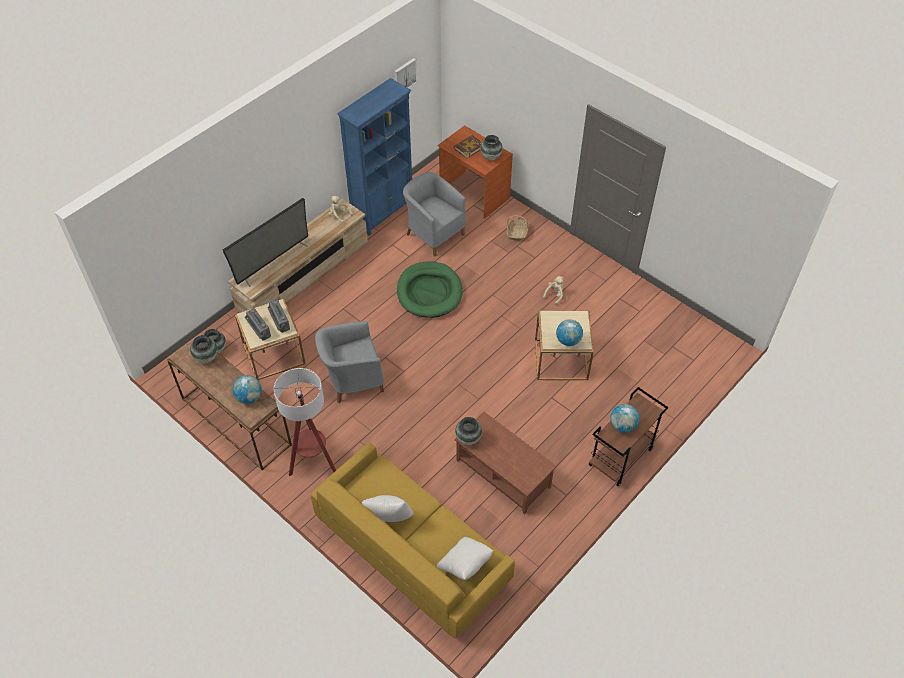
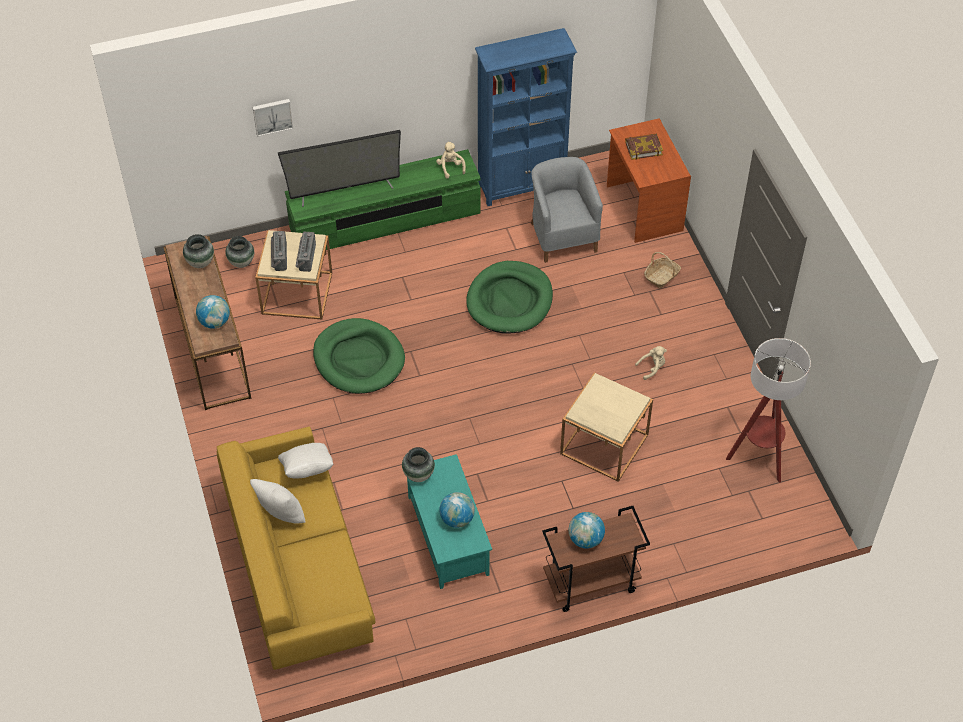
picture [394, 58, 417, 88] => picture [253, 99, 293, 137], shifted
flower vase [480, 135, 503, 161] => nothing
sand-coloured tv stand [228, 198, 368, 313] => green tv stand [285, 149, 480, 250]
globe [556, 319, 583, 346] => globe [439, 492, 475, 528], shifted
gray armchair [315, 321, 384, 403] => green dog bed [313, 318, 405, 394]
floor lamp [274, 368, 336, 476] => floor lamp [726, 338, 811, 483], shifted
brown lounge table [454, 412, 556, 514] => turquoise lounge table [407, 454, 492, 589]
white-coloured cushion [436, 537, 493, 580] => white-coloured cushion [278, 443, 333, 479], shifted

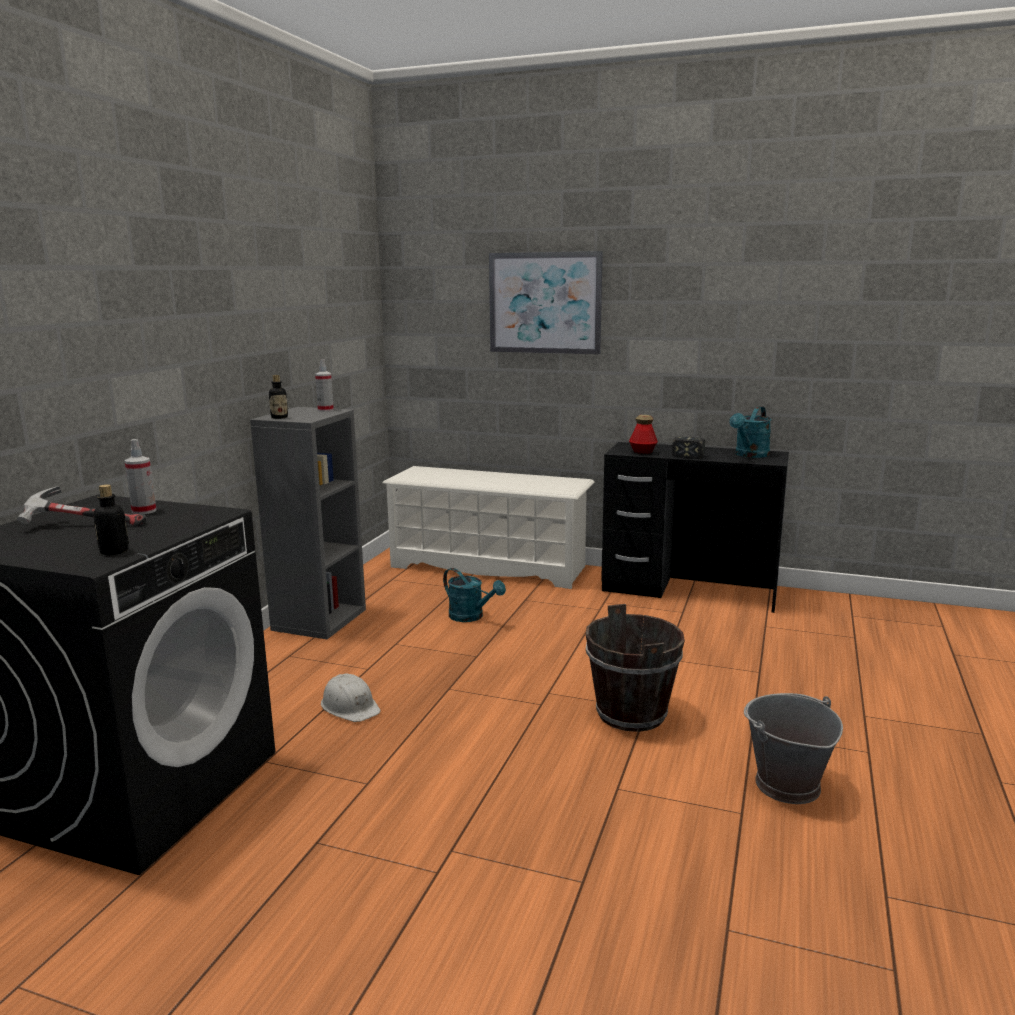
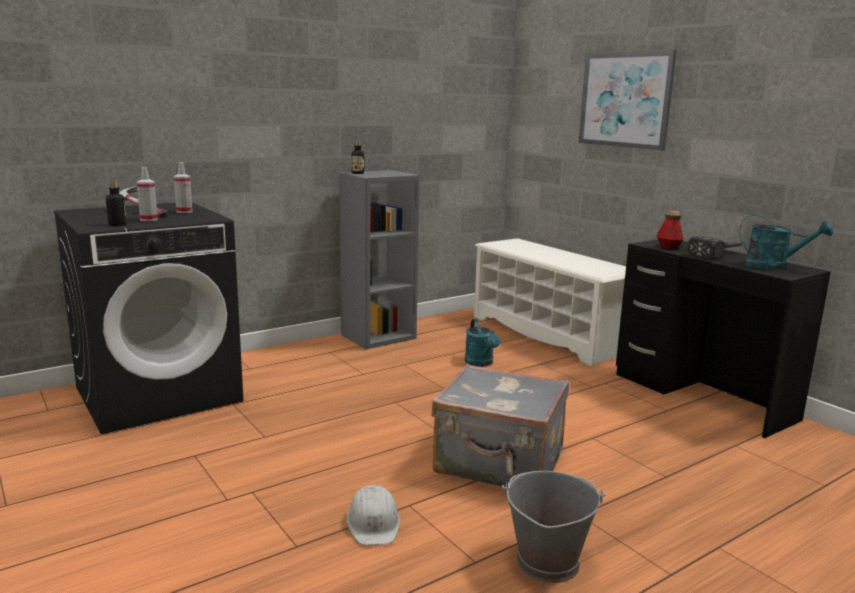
sprayer [315, 359, 334, 412] => sprayer [137, 167, 158, 221], shifted
turquoise sprinkling can [730, 406, 771, 458] => turquoise sprinkling can [739, 215, 833, 270], 135 degrees counterclockwise
brown pail [586, 604, 685, 732] => gray piece of luggage [431, 364, 569, 487]
white-coloured work helmet [321, 674, 381, 722] => white-coloured work helmet [346, 485, 400, 545], shifted

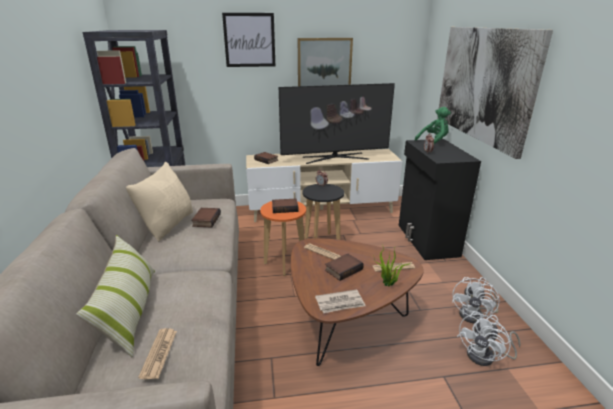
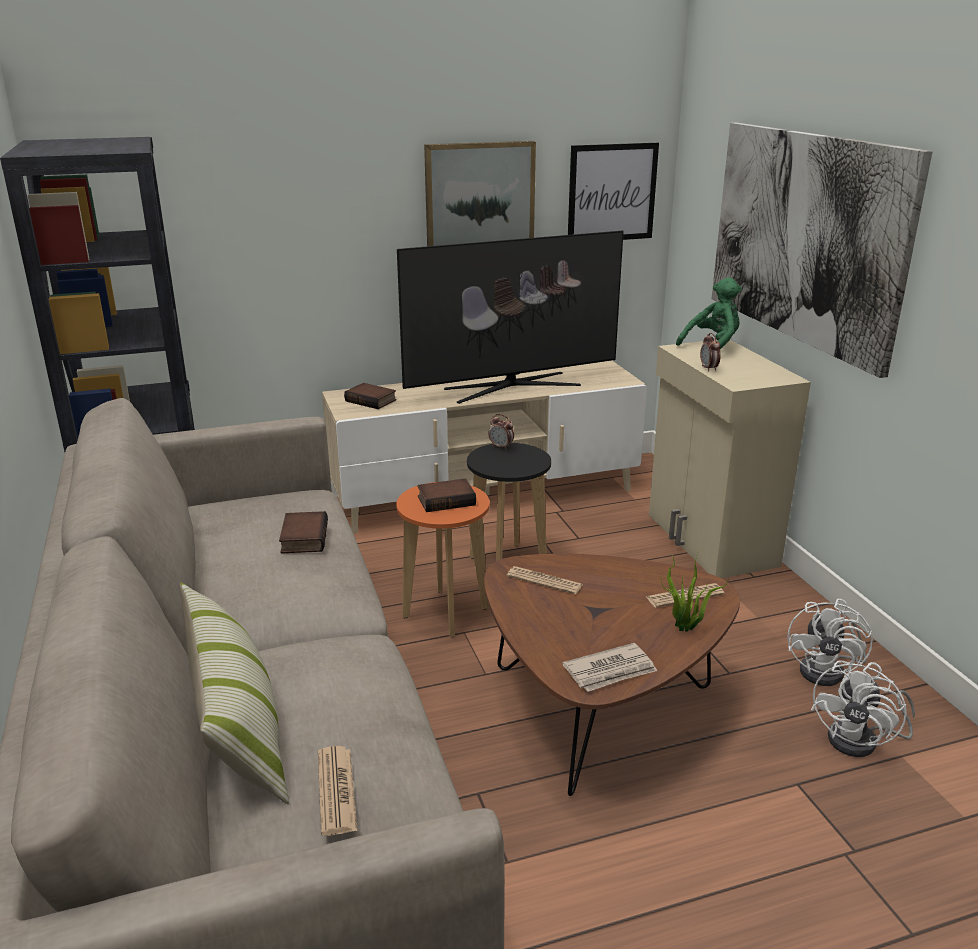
picture [222, 13, 275, 67] => picture [568, 143, 659, 240], shifted
black-coloured cabinet [399, 139, 481, 260] => sand-coloured cabinet [649, 340, 811, 578]
sand-coloured cushion [126, 162, 193, 241] => nothing
volume [325, 253, 364, 281] => nothing

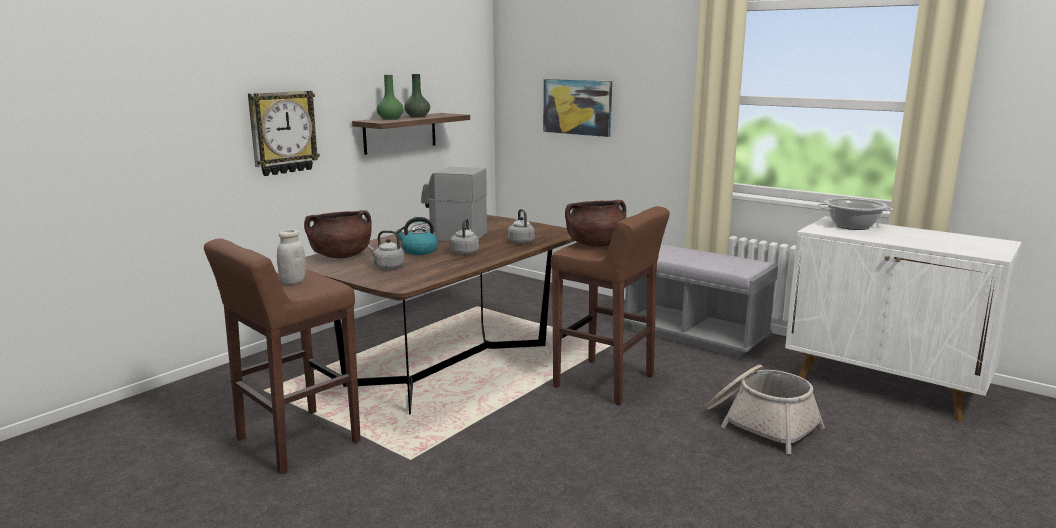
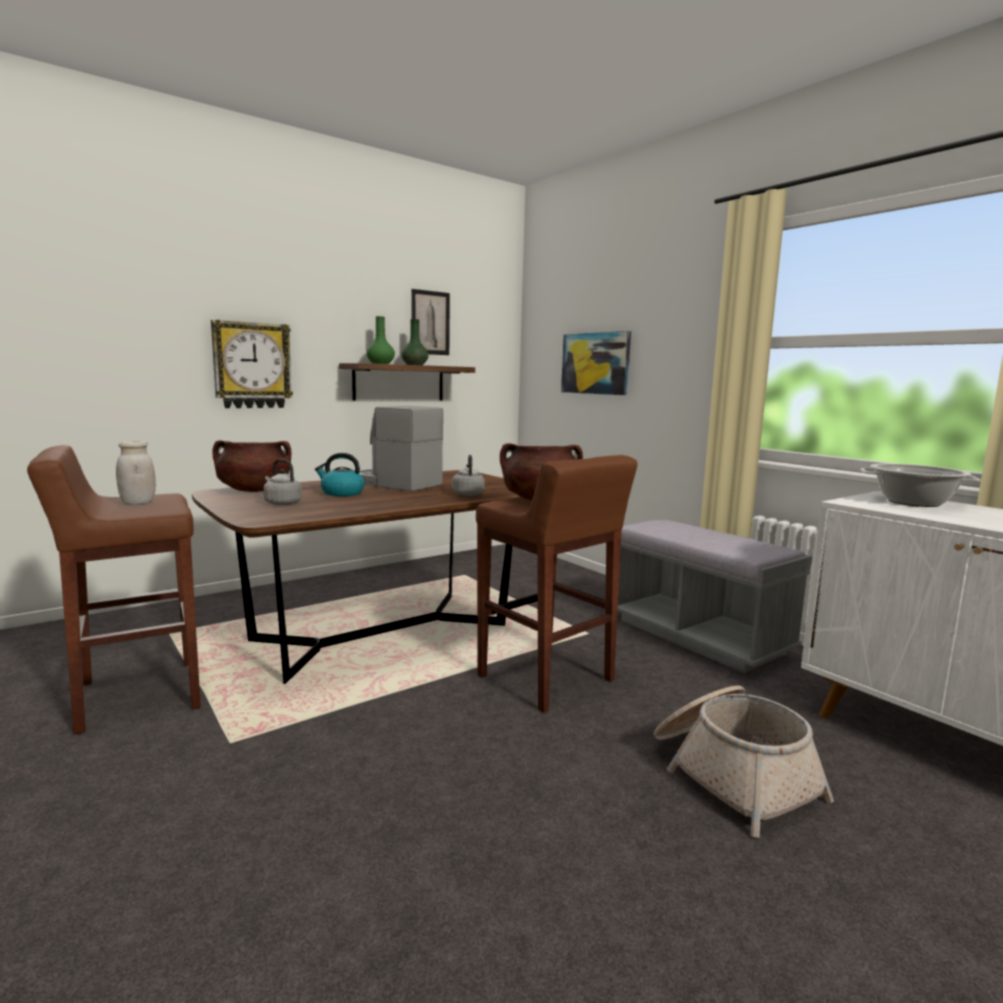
gray water kettle [450, 218, 479, 255] => nothing
nothing => picture [411, 289, 450, 355]

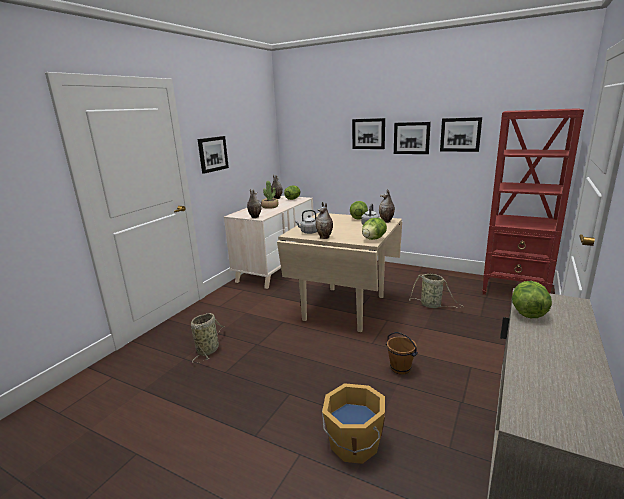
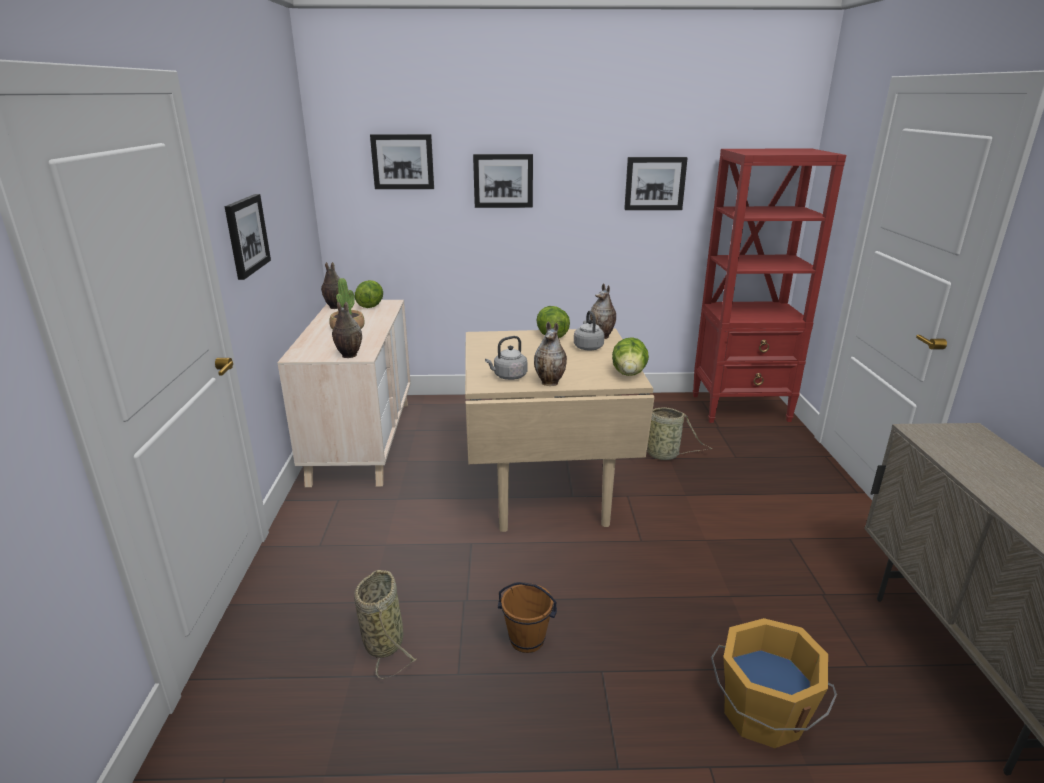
picture [394, 122, 431, 154] => picture [370, 134, 434, 189], shifted
lettuce head [512, 281, 552, 318] => nothing
brown pail [386, 332, 418, 375] => brown pail [498, 582, 557, 653], shifted

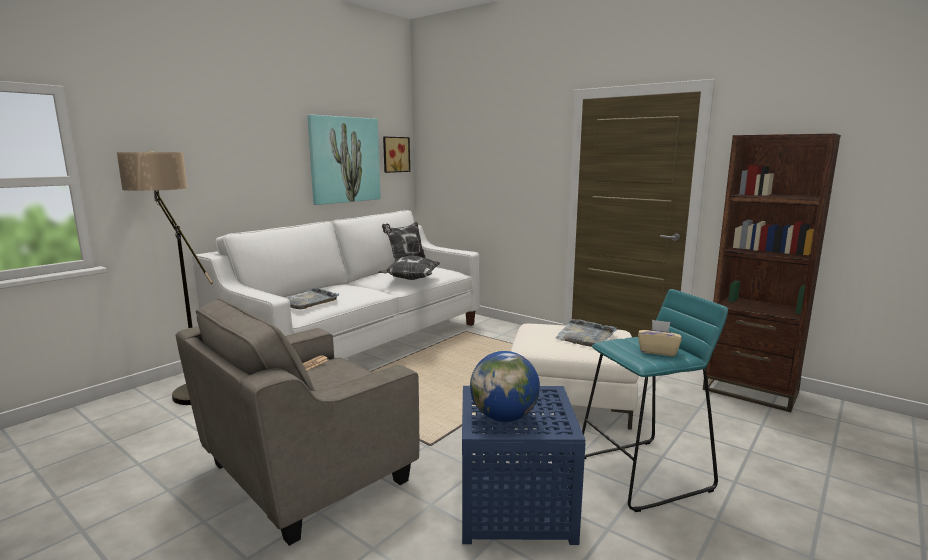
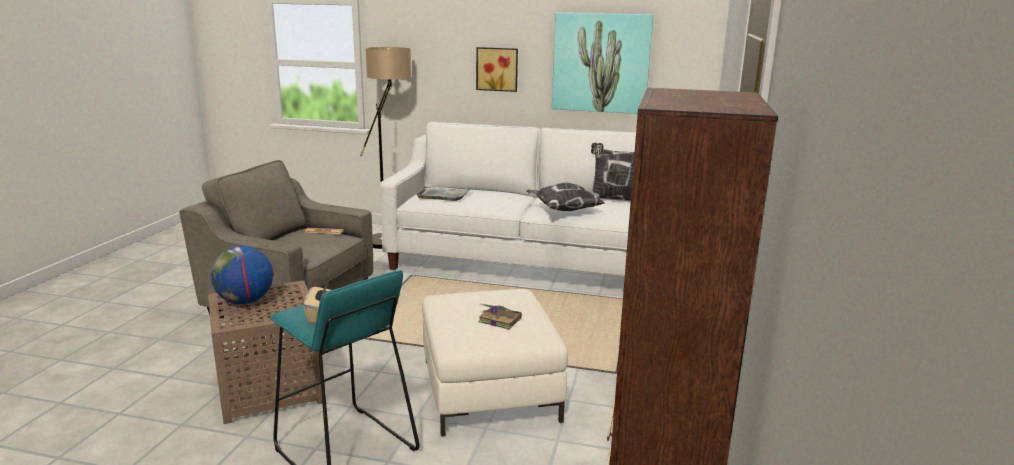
picture [383, 137, 410, 173] => picture [476, 47, 518, 92], shifted
gray serving tray [555, 319, 618, 347] => volume [478, 304, 522, 330]
blue-coloured side table [462, 386, 586, 545] => brown side table [208, 280, 326, 424]

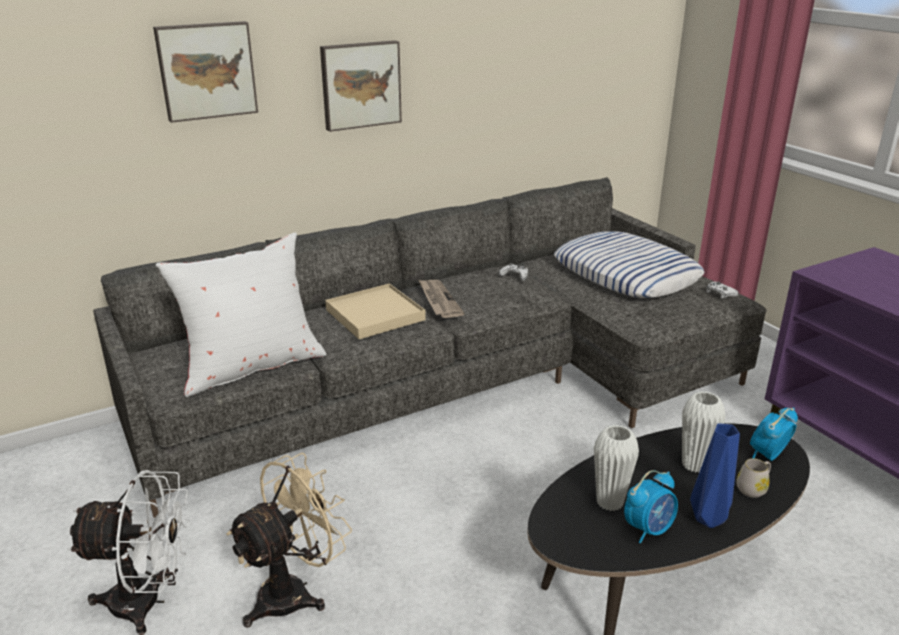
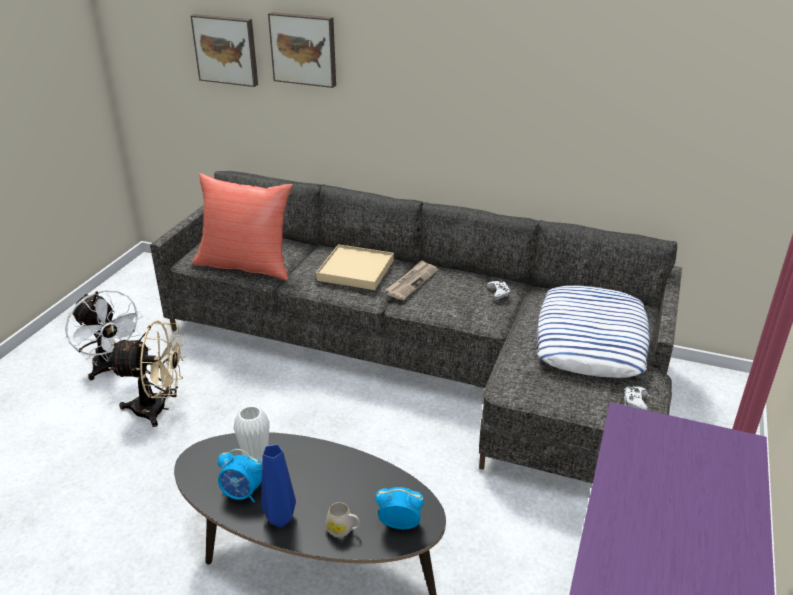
picture [320, 40, 402, 132] => picture [191, 14, 258, 87], shifted
white-coloured cushion [156, 232, 326, 397] => red-coloured cushion [192, 173, 293, 281]
white-coloured flower vase [682, 391, 726, 473] => nothing

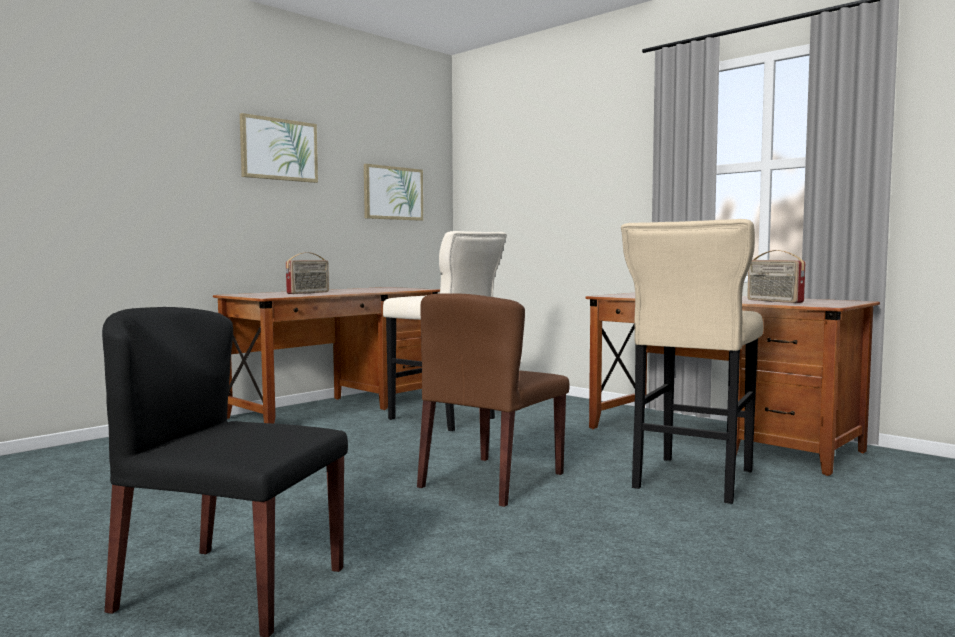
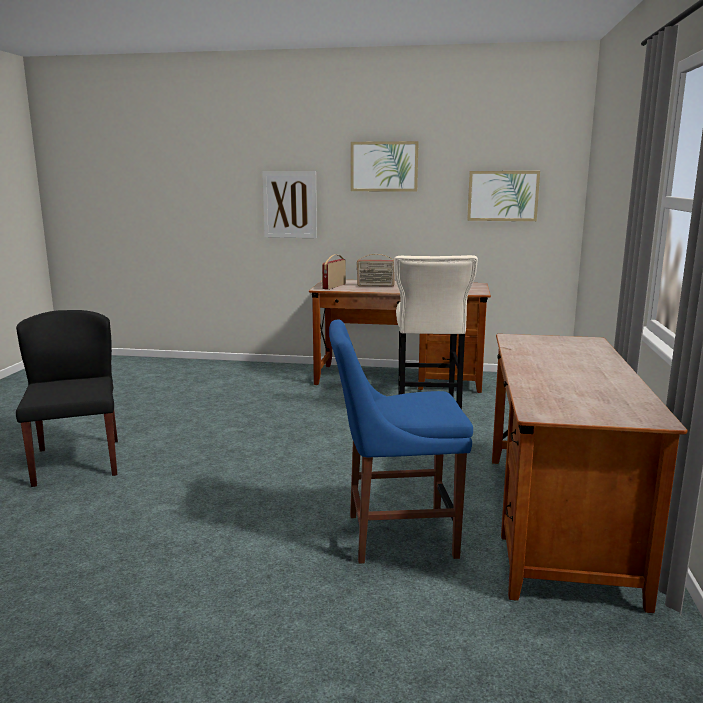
sand-coloured stool seat [621, 219, 763, 504] => blue-coloured plain chair [329, 320, 473, 564]
radio receiver [747, 250, 805, 303] => radio receiver [322, 254, 346, 290], shifted
brown plain chair [417, 294, 570, 507] => nothing
nothing => picture [262, 171, 317, 238]

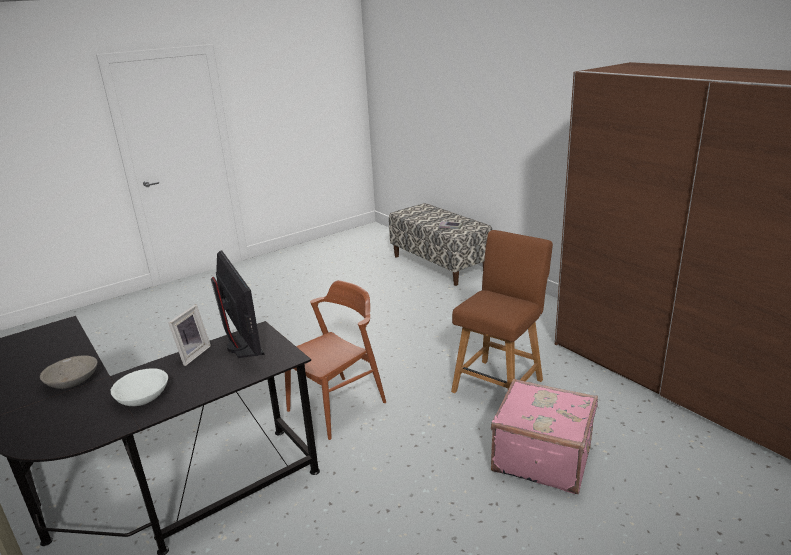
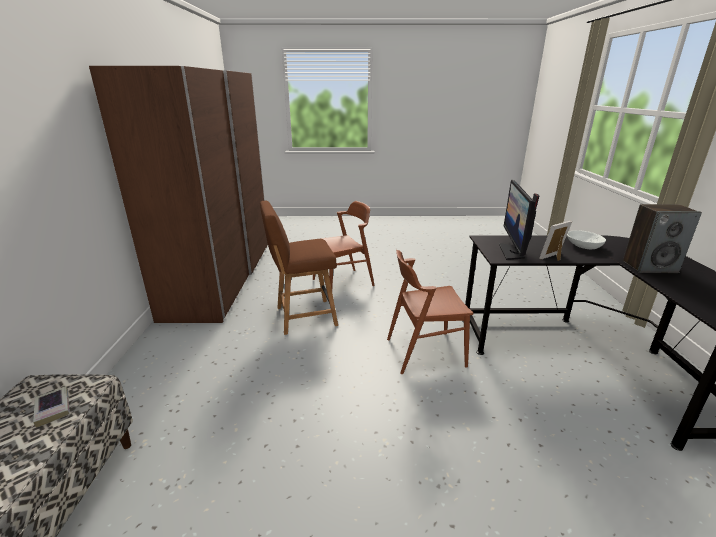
gray bowl [40, 355, 97, 389] => speaker [623, 204, 702, 273]
pink-coloured piece of luggage [491, 379, 598, 494] => brown plain chair [313, 201, 375, 289]

